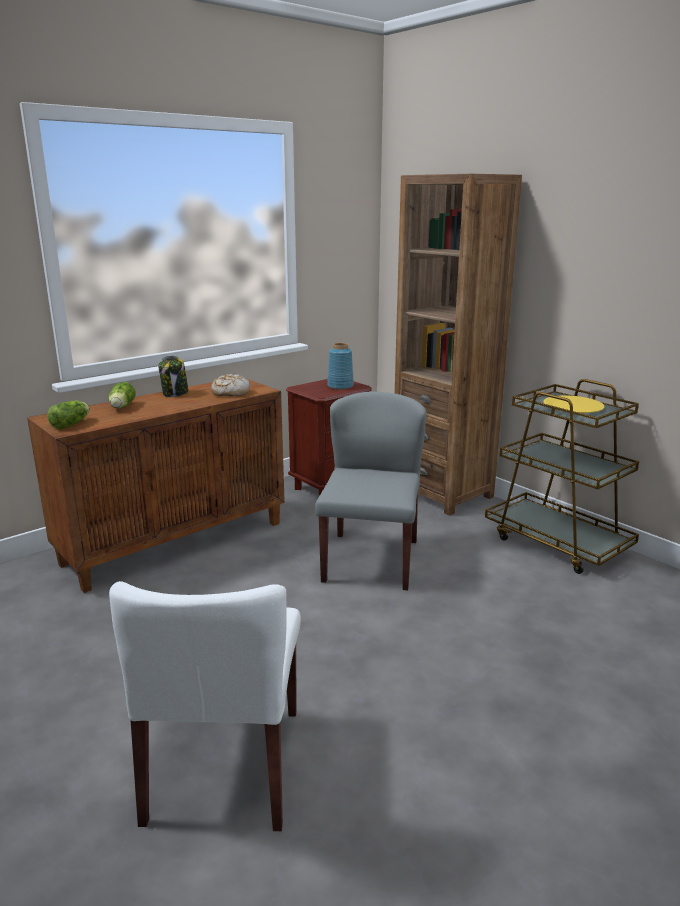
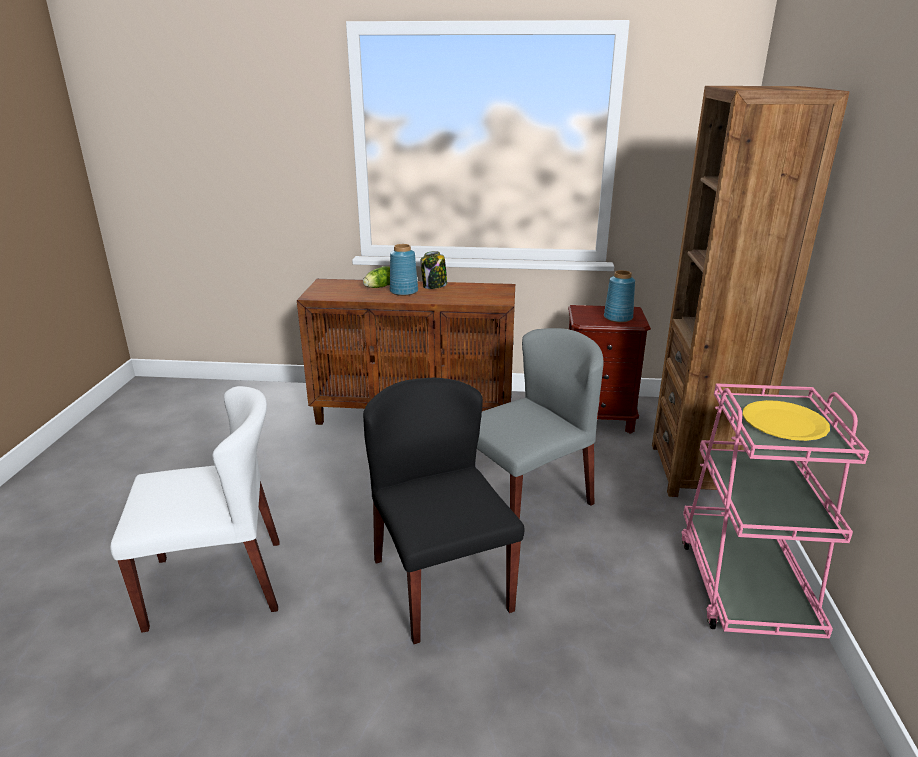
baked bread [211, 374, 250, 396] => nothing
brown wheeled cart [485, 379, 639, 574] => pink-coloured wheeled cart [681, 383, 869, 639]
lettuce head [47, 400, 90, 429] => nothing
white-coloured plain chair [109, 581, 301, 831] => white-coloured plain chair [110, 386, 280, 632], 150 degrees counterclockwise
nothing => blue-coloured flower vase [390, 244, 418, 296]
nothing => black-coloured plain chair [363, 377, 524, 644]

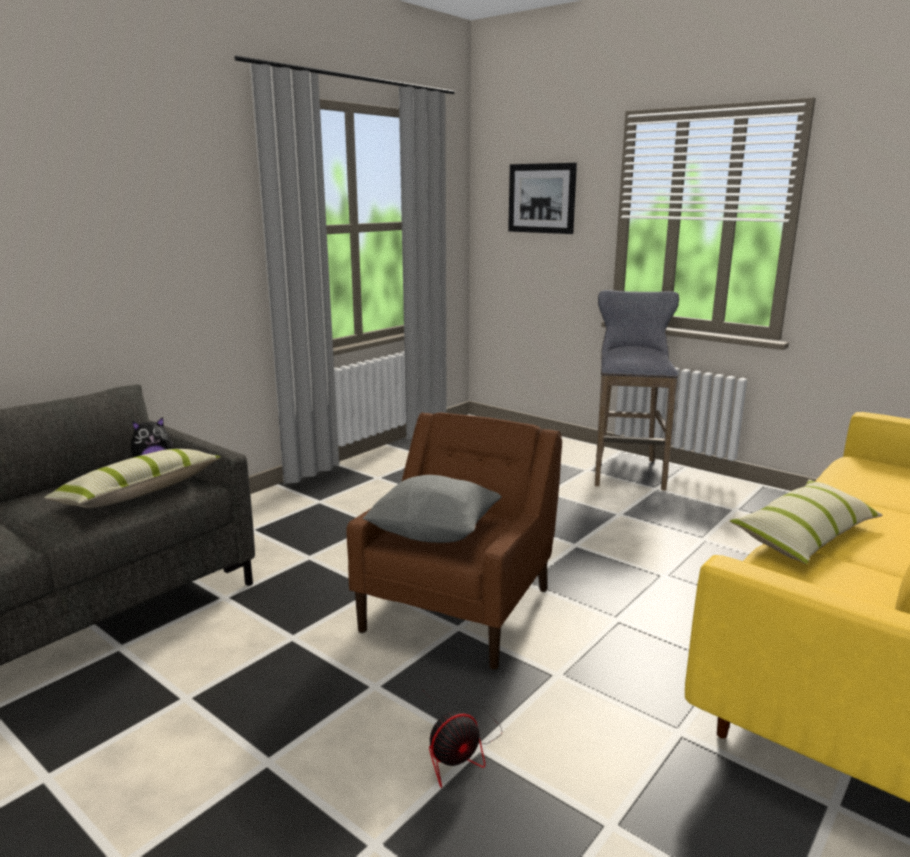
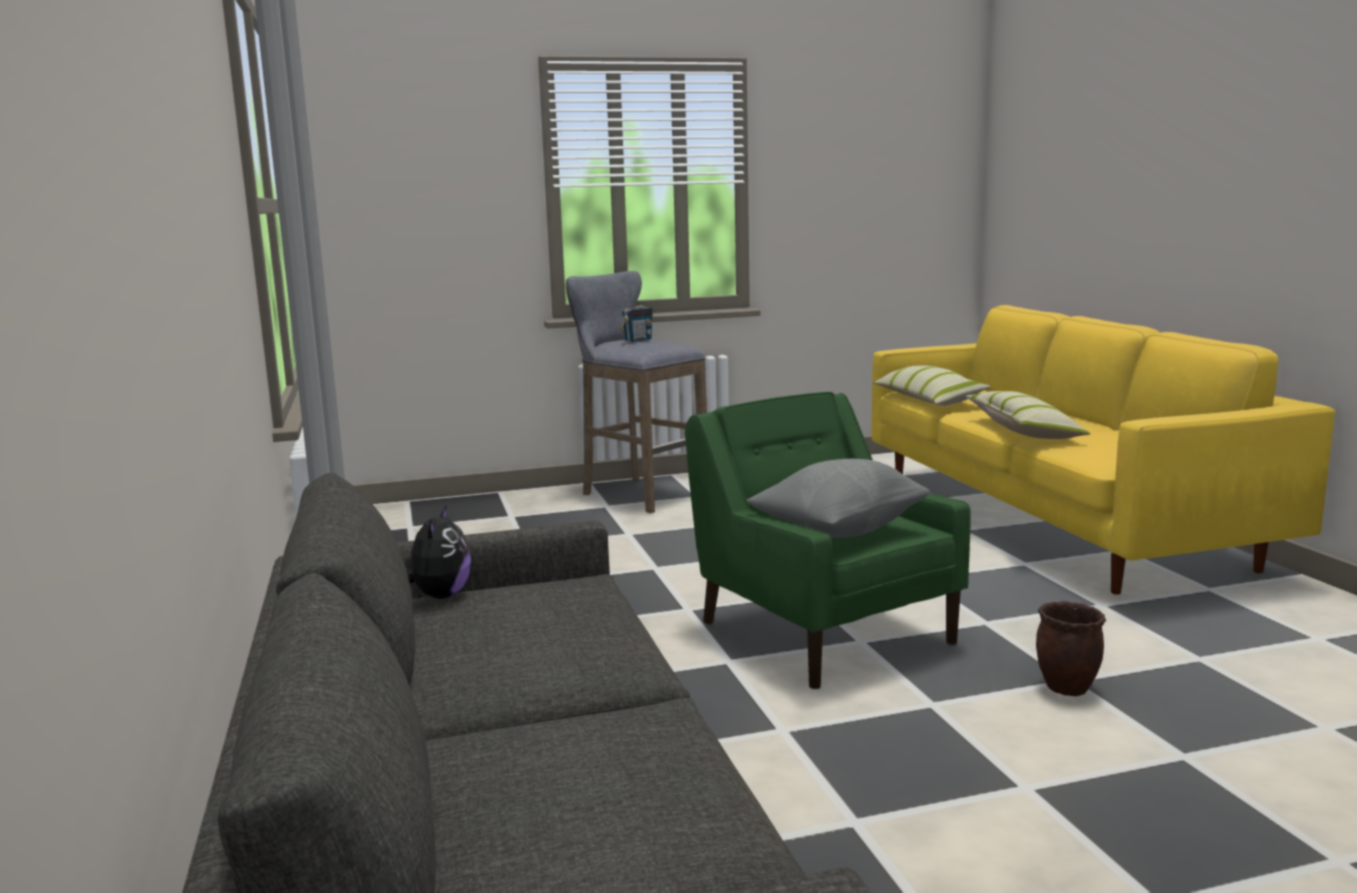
picture [508, 163, 577, 234] => nothing
brown armchair [347, 412, 562, 670] => green armchair [685, 392, 971, 689]
cushion [44, 449, 221, 508] => cushion [874, 365, 991, 406], shifted
electric fan [422, 689, 502, 788] => brown planter [1036, 601, 1106, 696]
nothing => radio receiver [619, 291, 653, 342]

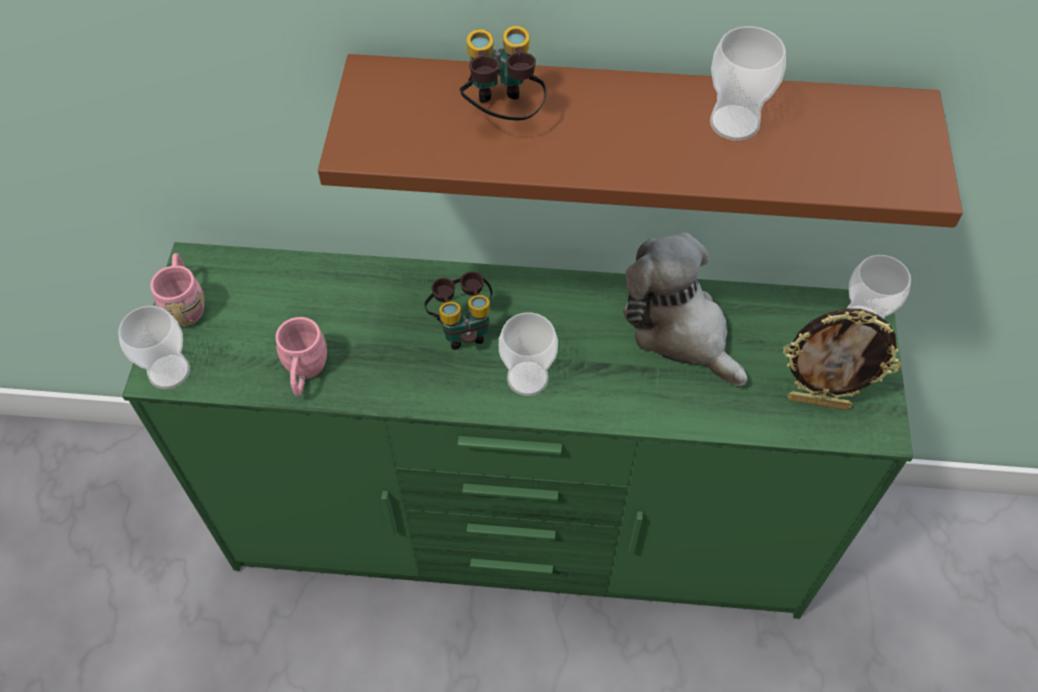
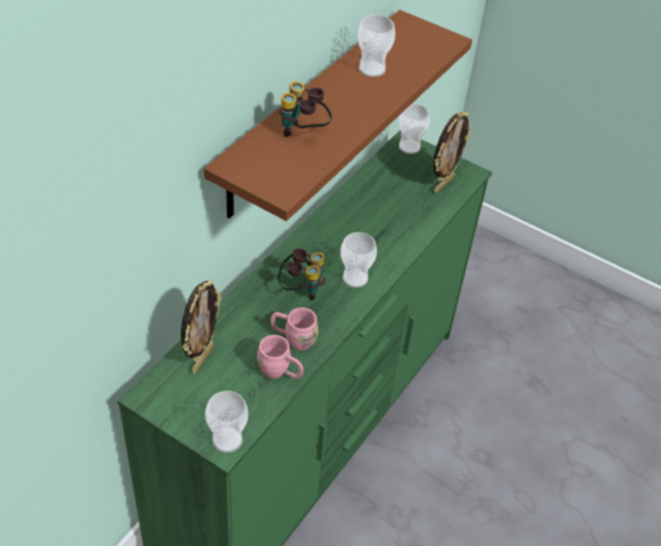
plush toy [623, 232, 748, 386] => nothing
pink-coloured coffee mug [150, 253, 204, 326] => pink-coloured coffee mug [271, 307, 318, 350], shifted
nothing => picture frame [181, 280, 222, 374]

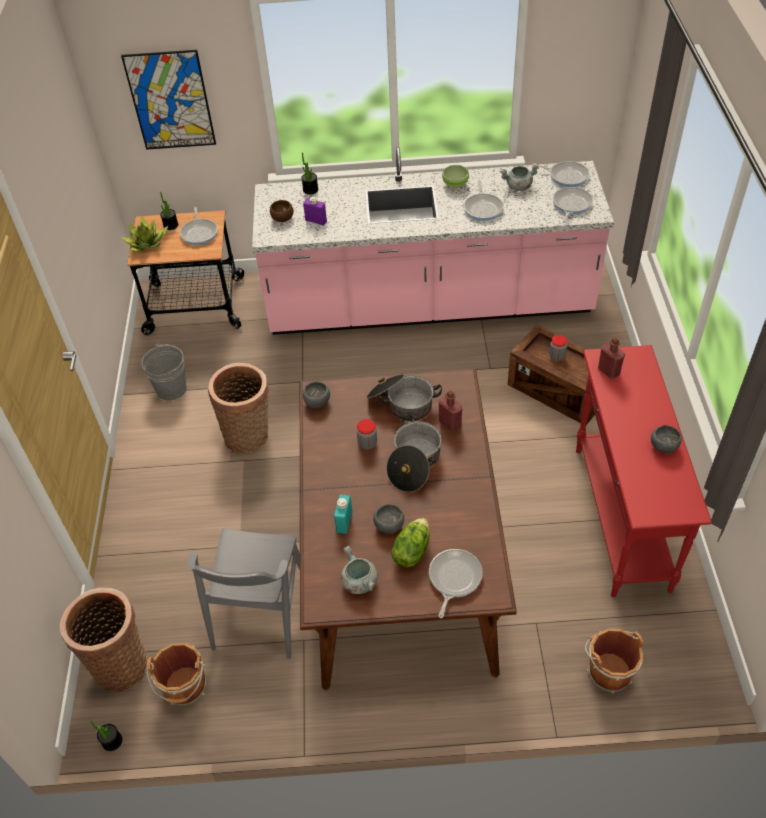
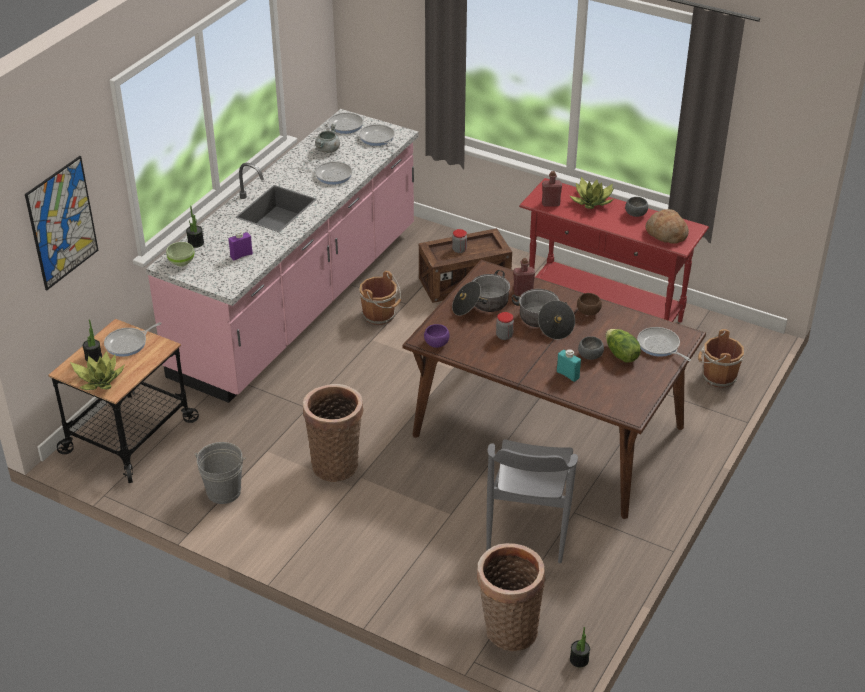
green bowl [442, 165, 469, 189] => green bowl [166, 242, 195, 267], shifted
brown bowl [270, 200, 293, 222] => brown bowl [577, 293, 602, 315], shifted
frying pan [180, 207, 218, 245] => frying pan [104, 322, 162, 357], 120 degrees clockwise
gray bowl [303, 381, 330, 408] => purple-coloured bowl [424, 324, 450, 348]
gray plain chair [188, 528, 300, 659] => gray plain chair [486, 439, 578, 563], 60 degrees clockwise
gray stockpot [341, 546, 378, 594] => nothing
brown pail [146, 643, 206, 706] => brown pail [359, 271, 401, 325], shifted
nothing => plant in a pot [570, 177, 614, 209]
nothing => baked bread [645, 209, 689, 244]

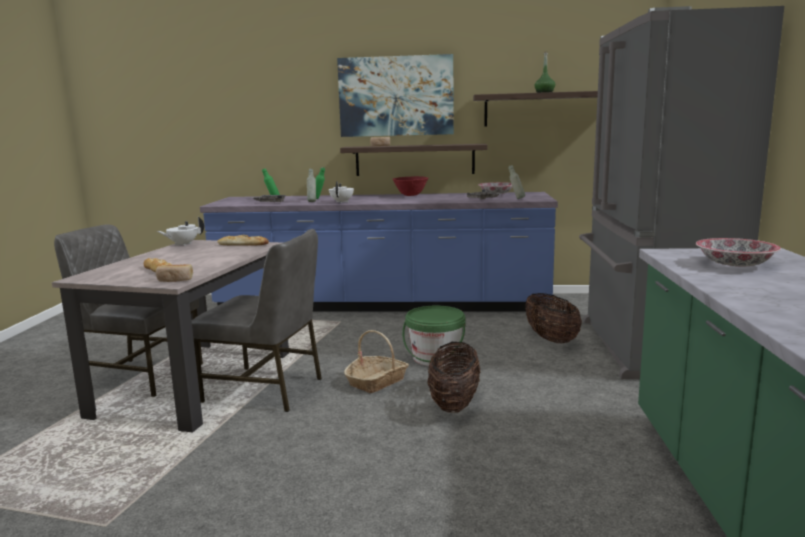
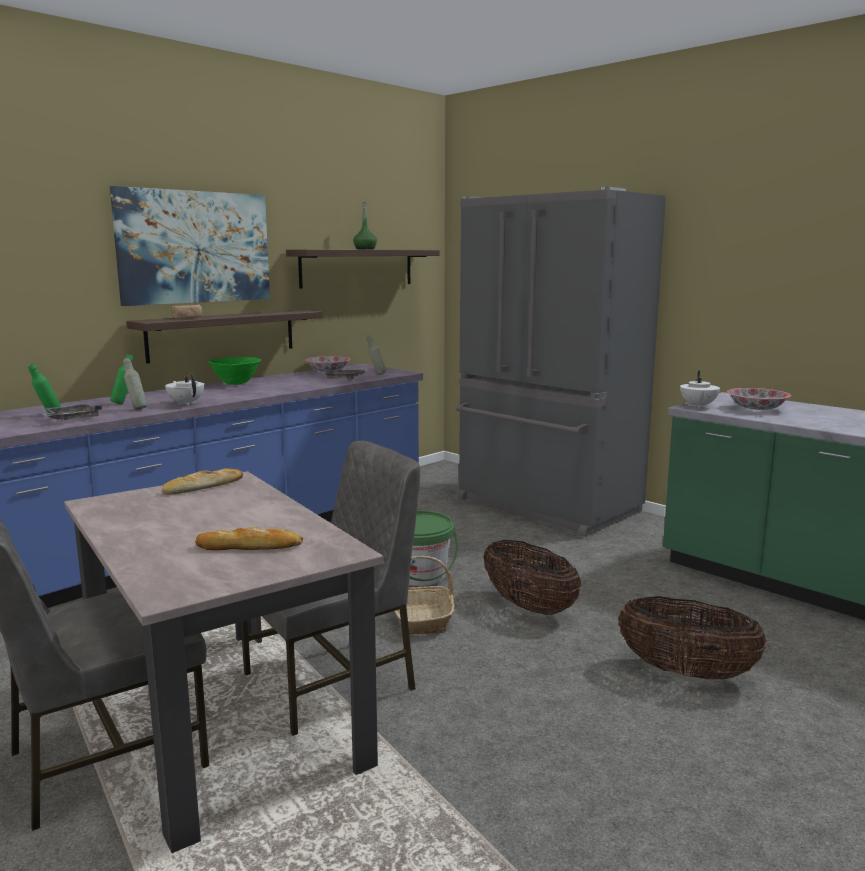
red-coloured bowl [393, 176, 428, 196] => green bowl [208, 357, 261, 385]
white-coloured pot for tea [157, 217, 204, 245] => white-coloured pot for tea [680, 371, 720, 409], shifted
baked bread [156, 264, 193, 282] => nothing
basket [525, 293, 582, 343] => basket [619, 596, 767, 679], shifted

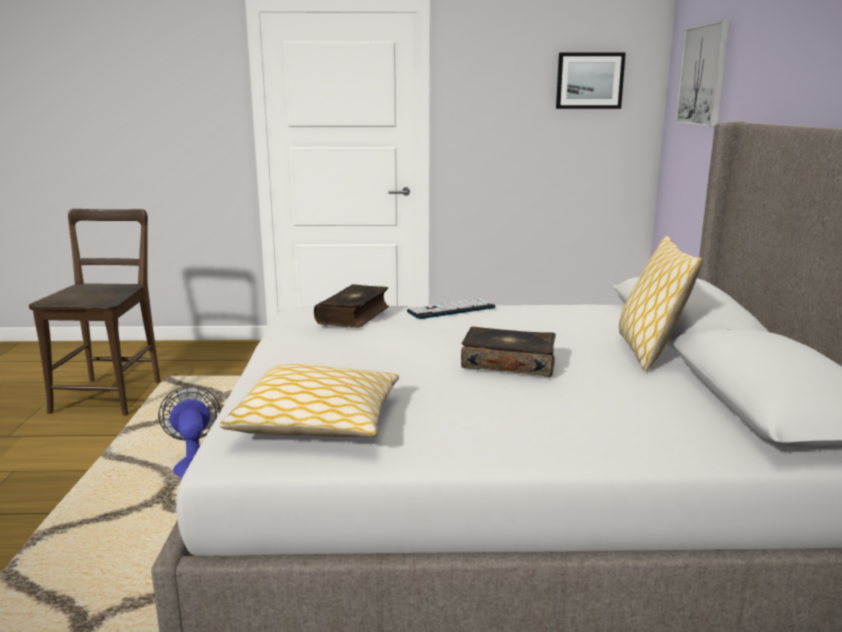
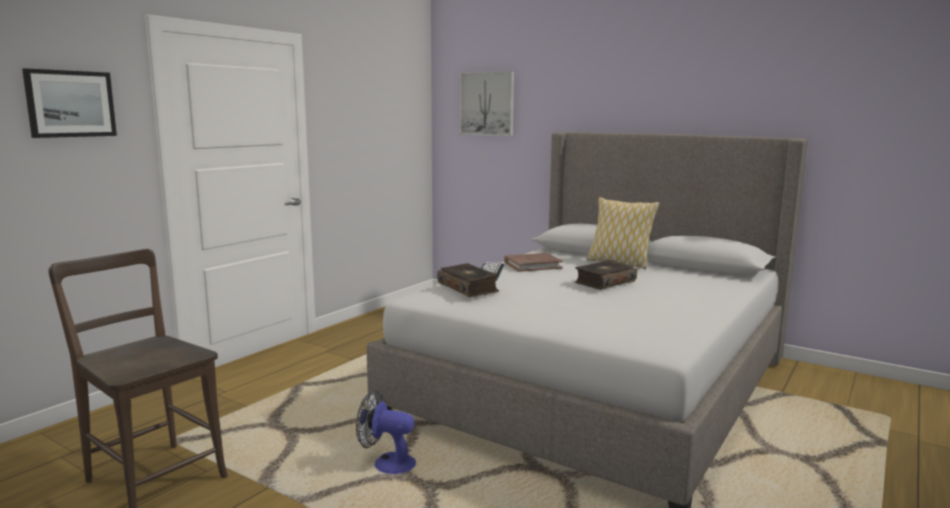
picture [556, 52, 626, 109] => picture [22, 68, 117, 138], shifted
cushion [220, 364, 399, 437] => nothing
nothing => brown volume [504, 253, 563, 272]

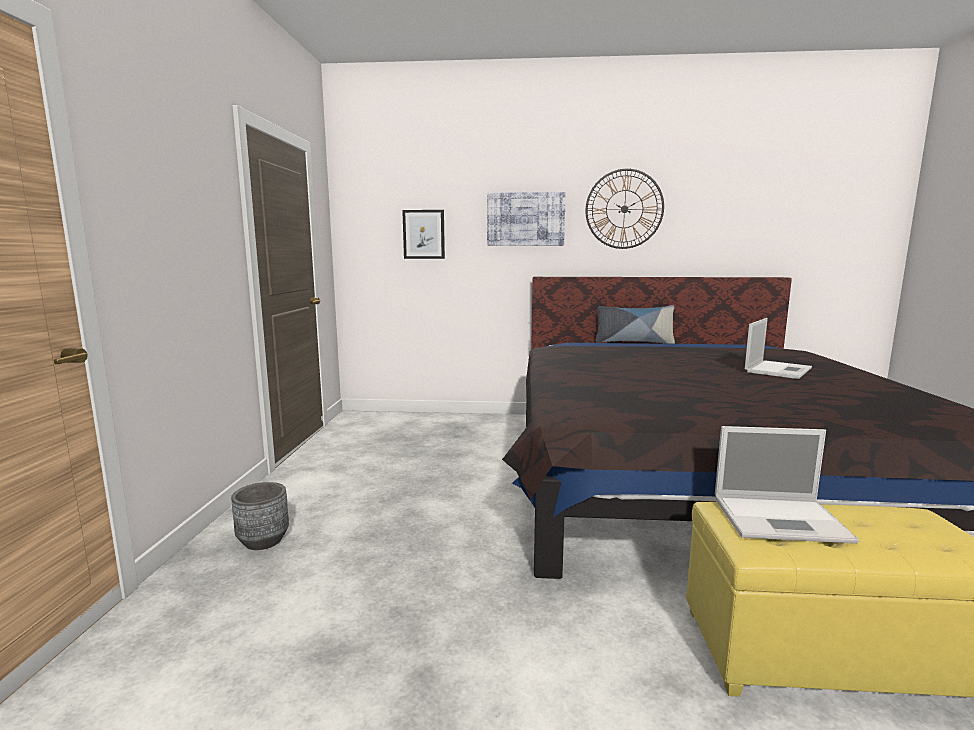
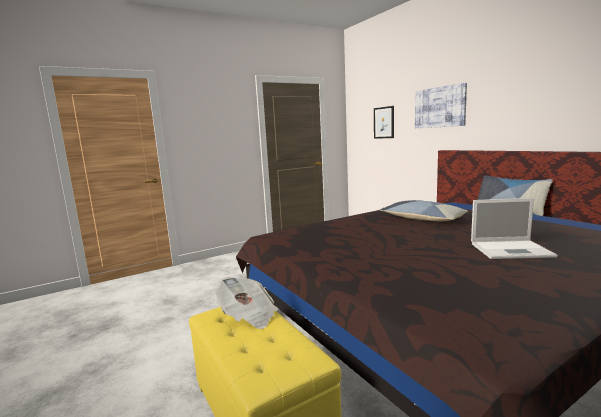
hanging clock [585, 168, 664, 249] => nothing
notebook computer [715, 426, 859, 544] => printed paper [215, 277, 278, 329]
gray planter [231, 482, 289, 550] => nothing
nothing => cushion [380, 200, 468, 221]

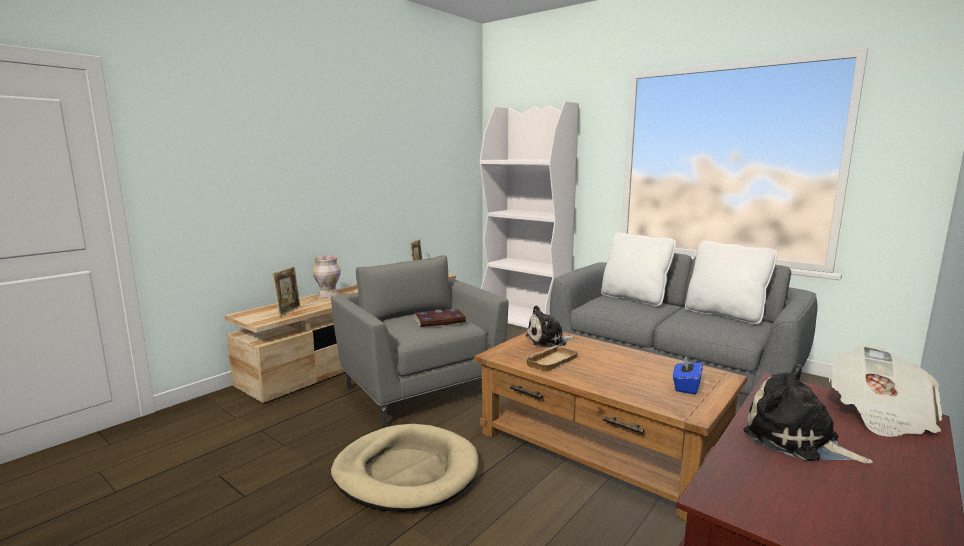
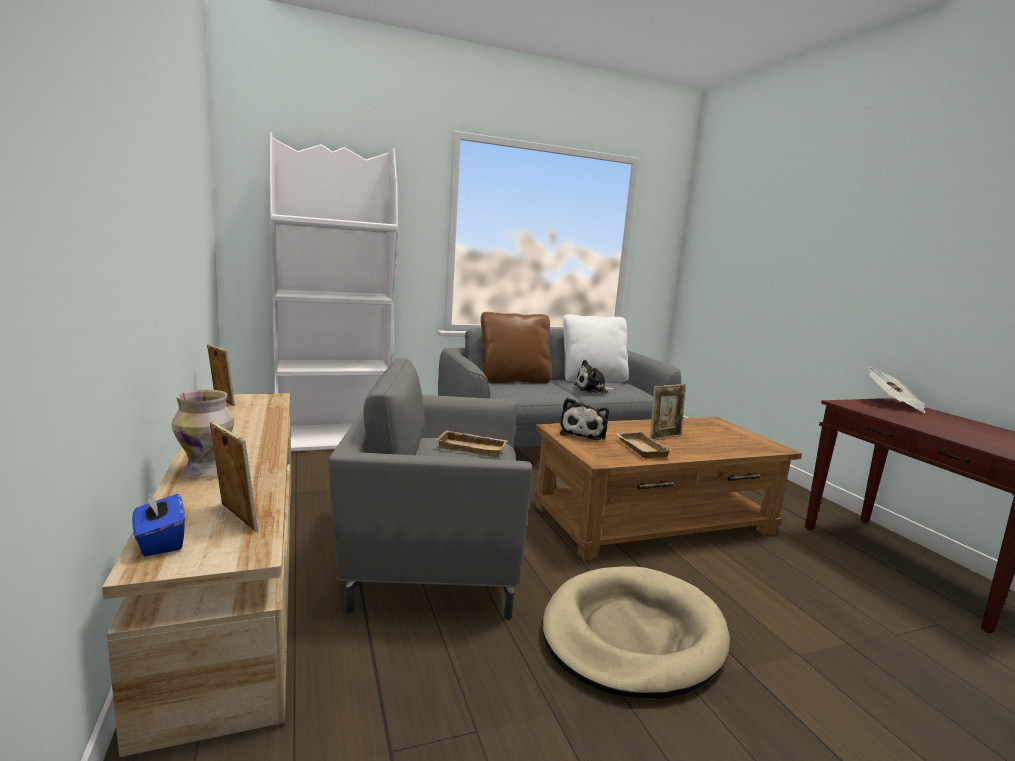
white-coloured cushion [601, 232, 676, 306] => brown cushion [481, 312, 552, 383]
volume [413, 309, 466, 327] => sand-coloured serving tray [436, 430, 508, 457]
blue-coloured tissue holder [673, 356, 703, 395] => blue-coloured tissue holder [132, 491, 185, 557], shifted
plush toy [743, 365, 873, 464] => plush toy [574, 360, 615, 393], shifted
nothing => picture frame [650, 384, 686, 441]

